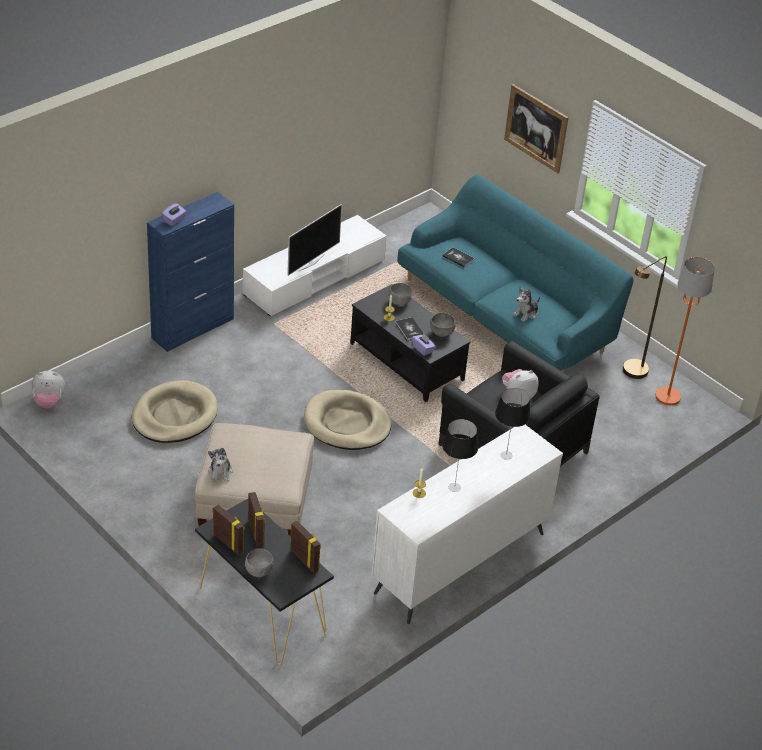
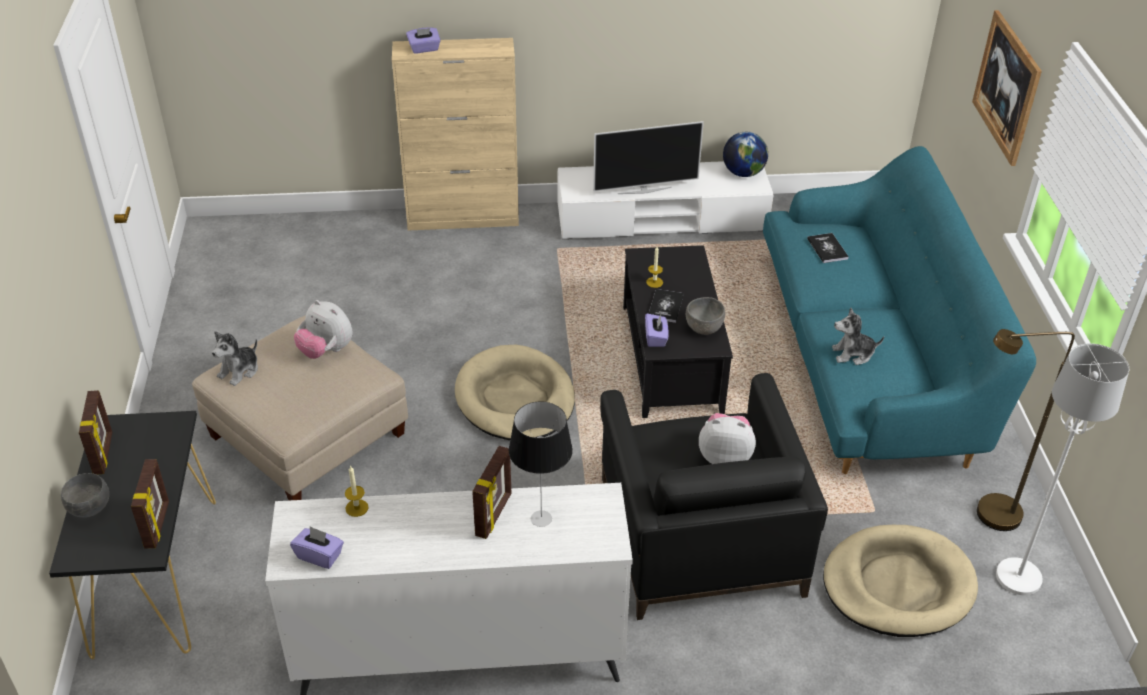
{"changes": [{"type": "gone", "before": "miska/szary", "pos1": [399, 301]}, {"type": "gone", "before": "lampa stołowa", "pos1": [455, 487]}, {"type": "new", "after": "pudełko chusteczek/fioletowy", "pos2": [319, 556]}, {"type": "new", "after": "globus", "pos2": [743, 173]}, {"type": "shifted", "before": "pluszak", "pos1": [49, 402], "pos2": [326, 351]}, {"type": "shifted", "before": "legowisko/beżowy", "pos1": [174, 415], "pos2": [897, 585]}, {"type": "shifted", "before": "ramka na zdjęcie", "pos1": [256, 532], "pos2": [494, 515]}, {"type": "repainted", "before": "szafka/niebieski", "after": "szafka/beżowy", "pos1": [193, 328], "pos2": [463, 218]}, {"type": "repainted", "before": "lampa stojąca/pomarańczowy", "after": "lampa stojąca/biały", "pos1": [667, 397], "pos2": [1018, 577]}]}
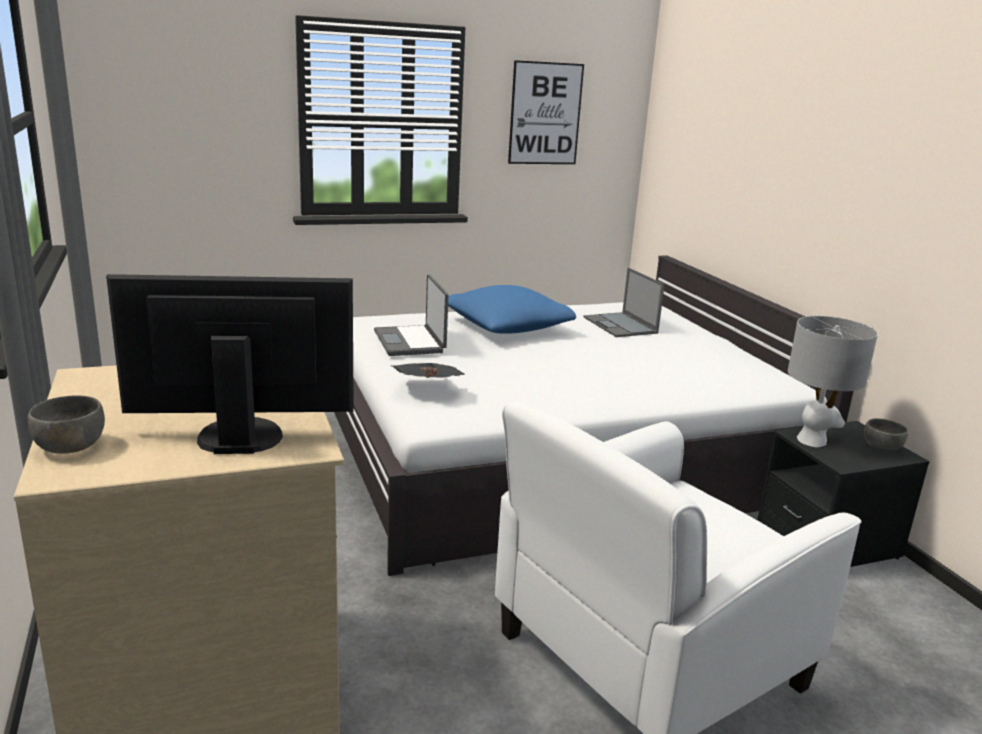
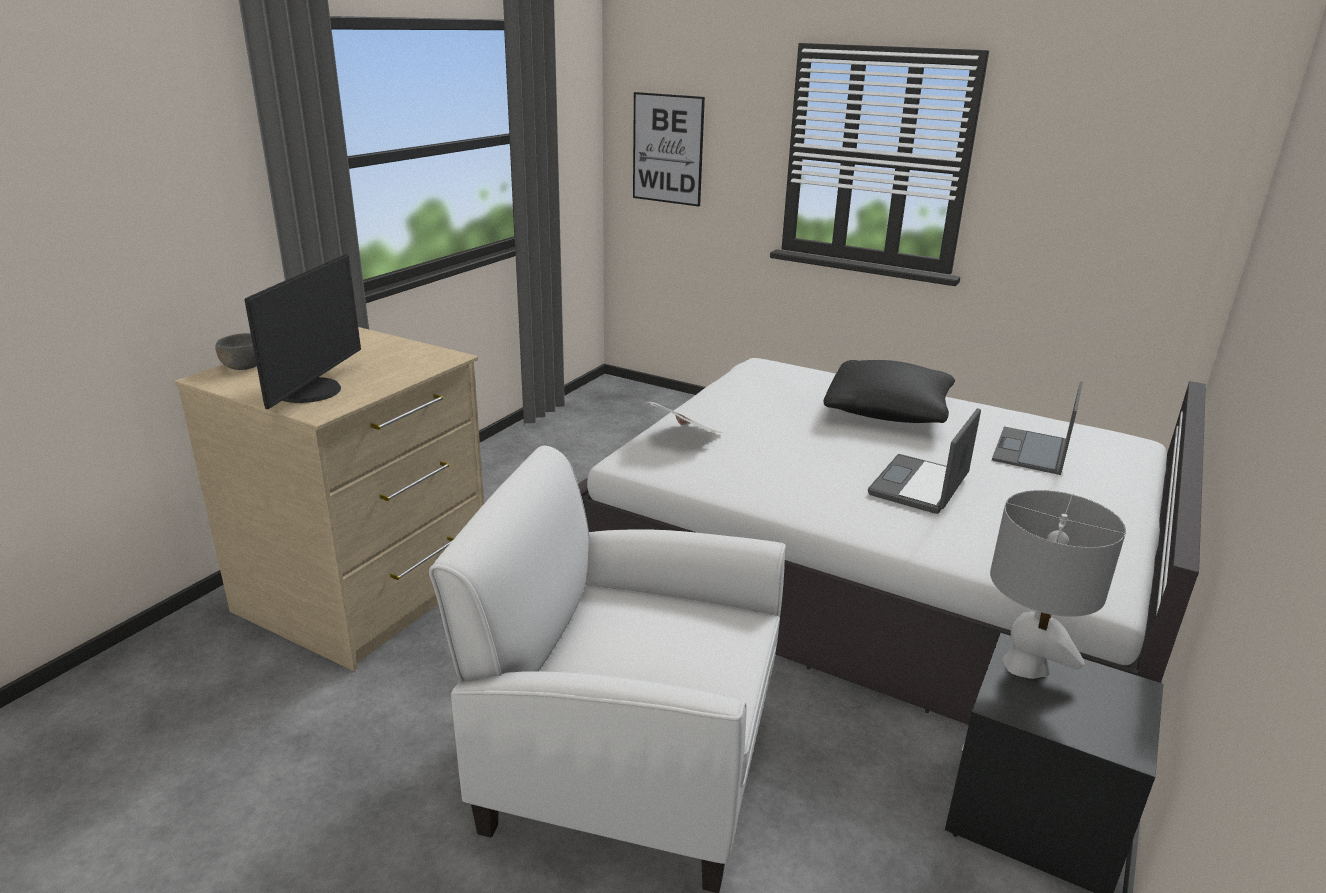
{"changes": [{"type": "gone", "before": "miska/szary", "pos1": [882, 447]}, {"type": "shifted", "before": "laptop", "pos1": [411, 342], "pos2": [920, 486]}, {"type": "shifted", "before": "obraz", "pos1": [545, 114], "pos2": [667, 149]}, {"type": "repainted", "before": "poduszka/niebieski", "after": "poduszka/czarny", "pos1": [507, 327], "pos2": [888, 411]}, {"type": "rotated", "before": "monitor", "pos1": [240, 435], "pos2": [312, 391], "turn": 60}]}
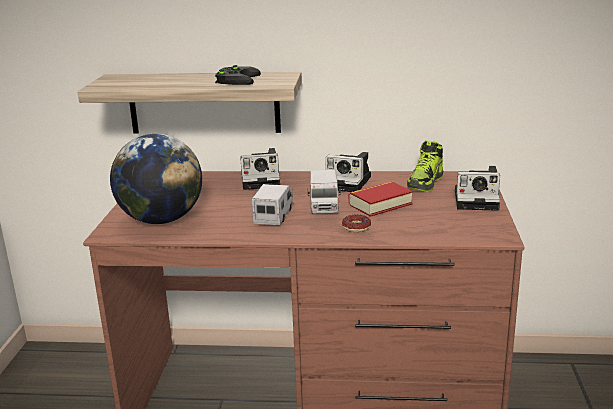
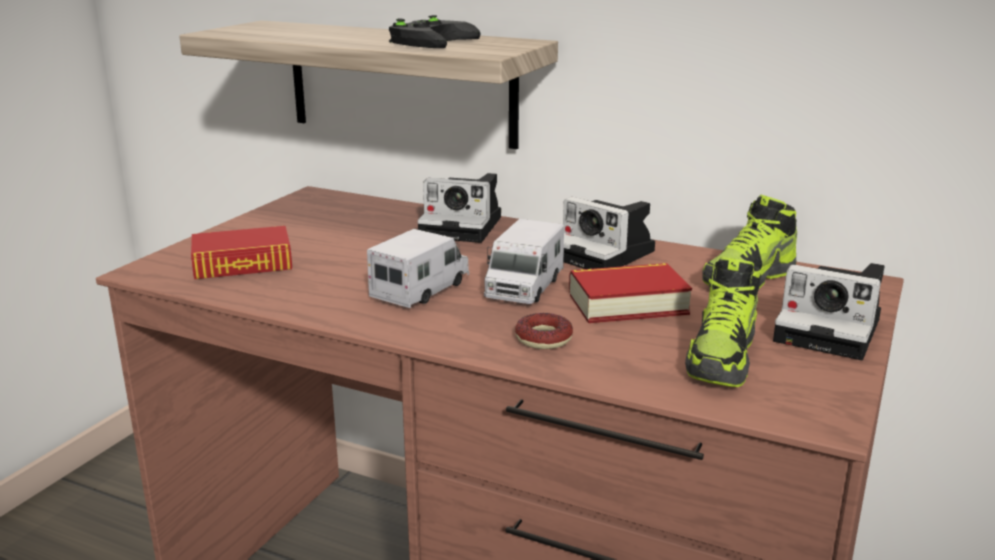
{"changes": [{"type": "new", "after": "but", "pos2": [722, 358]}, {"type": "swapped", "before": "globus", "after": "książka", "pos1": [161, 220], "pos2": [243, 264]}]}
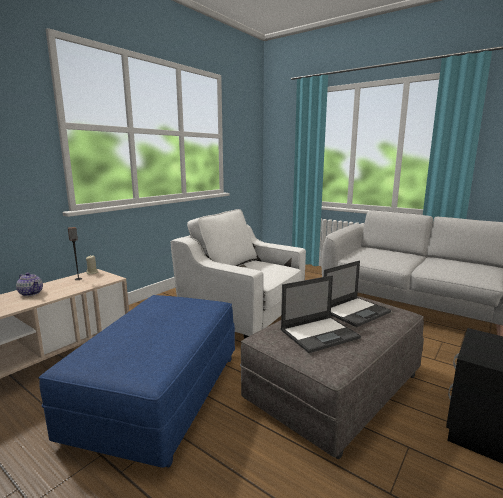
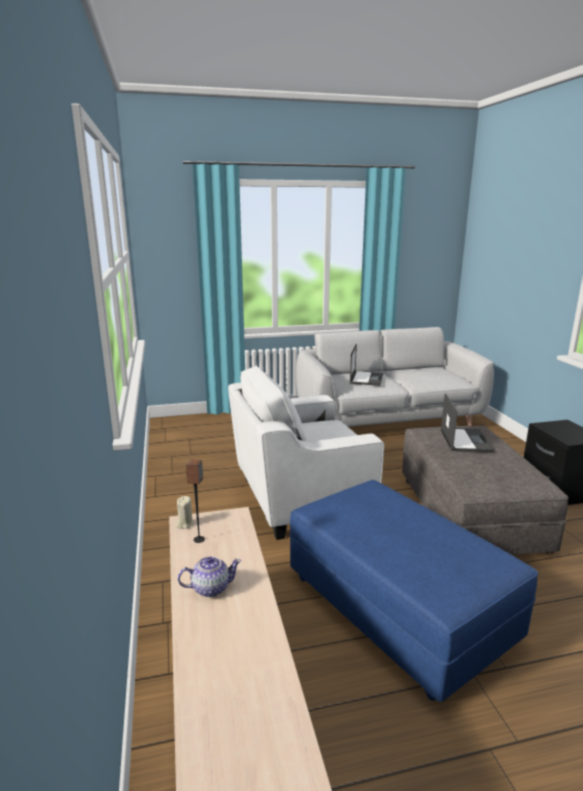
{"changes": [{"type": "shifted", "before": "laptop", "pos1": [320, 333], "pos2": [366, 378]}]}
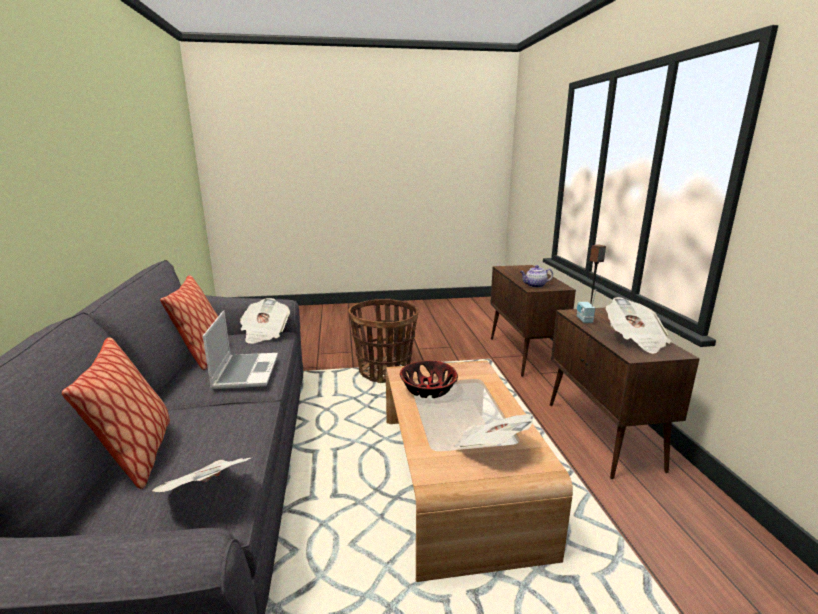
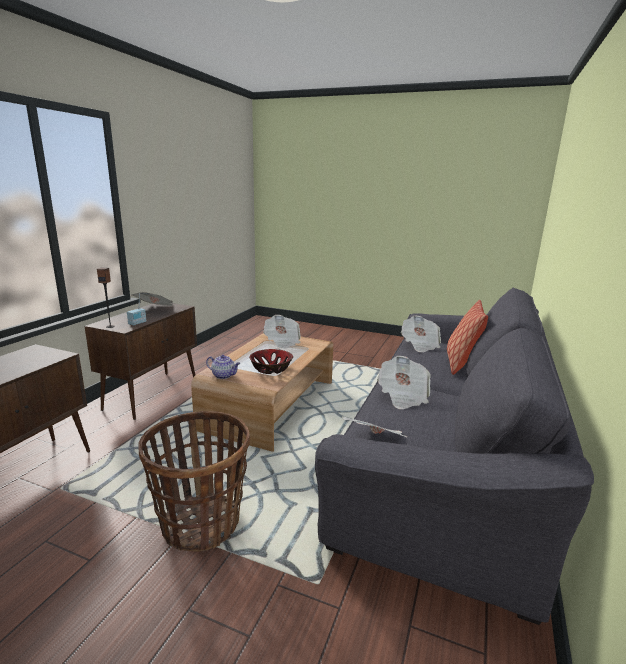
{"changes": [{"type": "gone", "before": "poduszka", "pos1": [203, 355]}, {"type": "shifted", "before": "imbryk", "pos1": [535, 285], "pos2": [224, 376]}, {"type": "swapped", "before": "laptop", "after": "gazeta", "pos1": [245, 372], "pos2": [402, 396]}]}
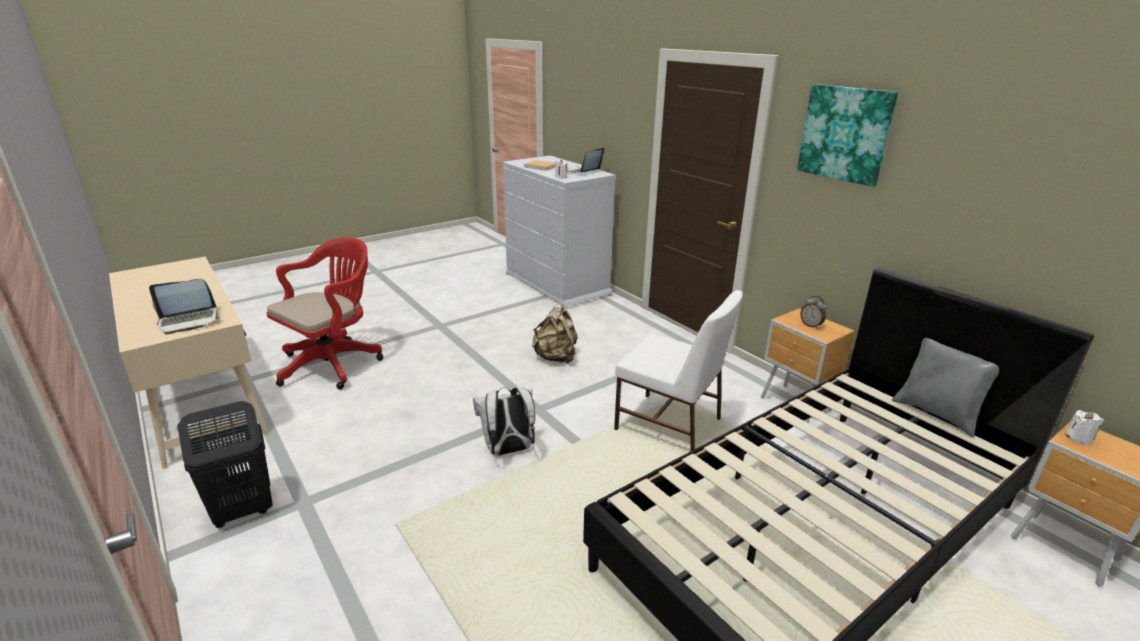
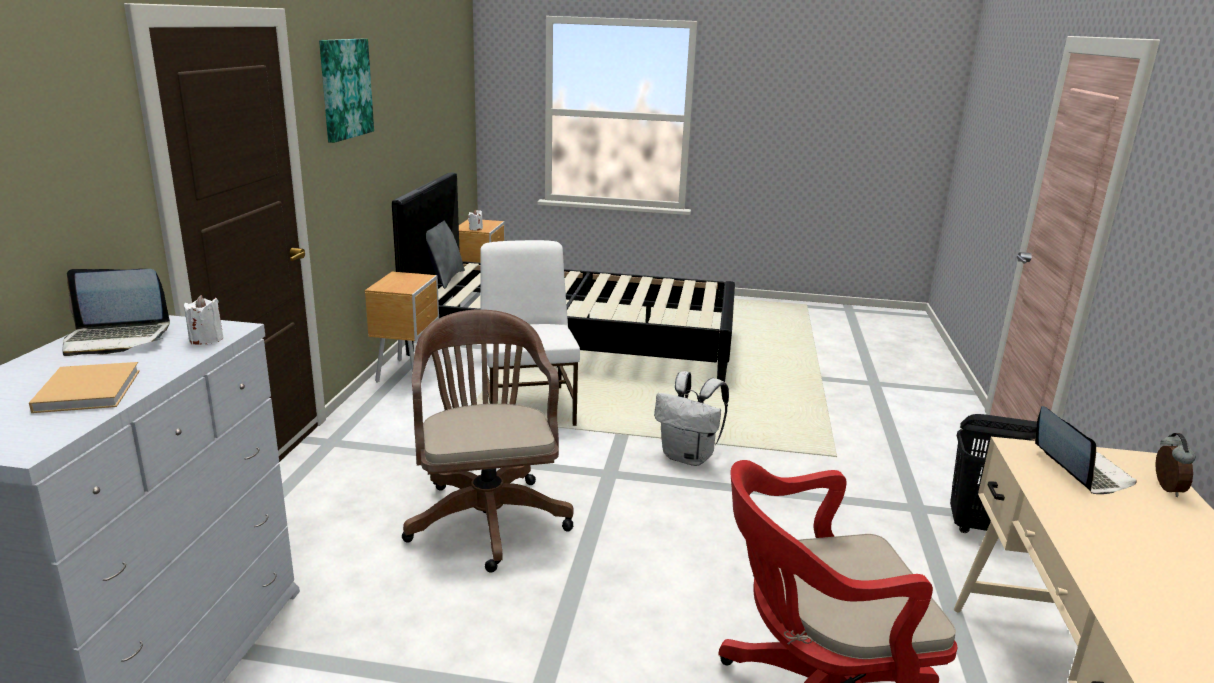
{"changes": [{"type": "shifted", "before": "budzik", "pos1": [811, 325], "pos2": [1165, 489]}, {"type": "swapped", "before": "plecak/beżowy", "after": "krzesło biurowe/brązowy", "pos1": [556, 357], "pos2": [487, 516]}, {"type": "rotated", "before": "laptop", "pos1": [189, 321], "pos2": [1079, 470], "turn": 60}]}
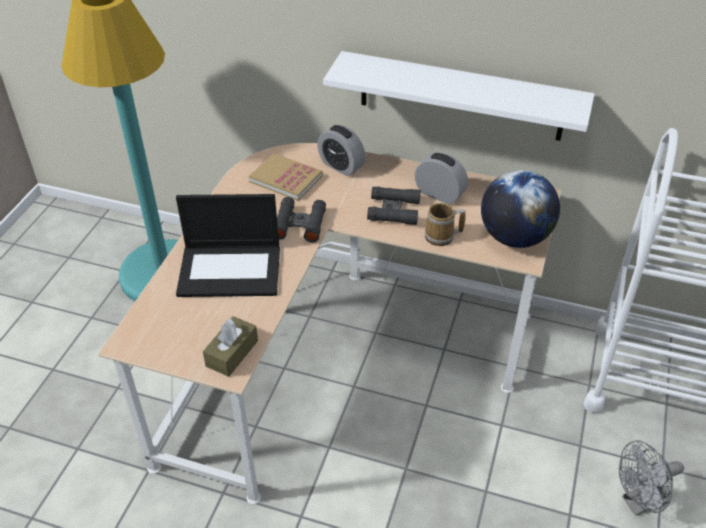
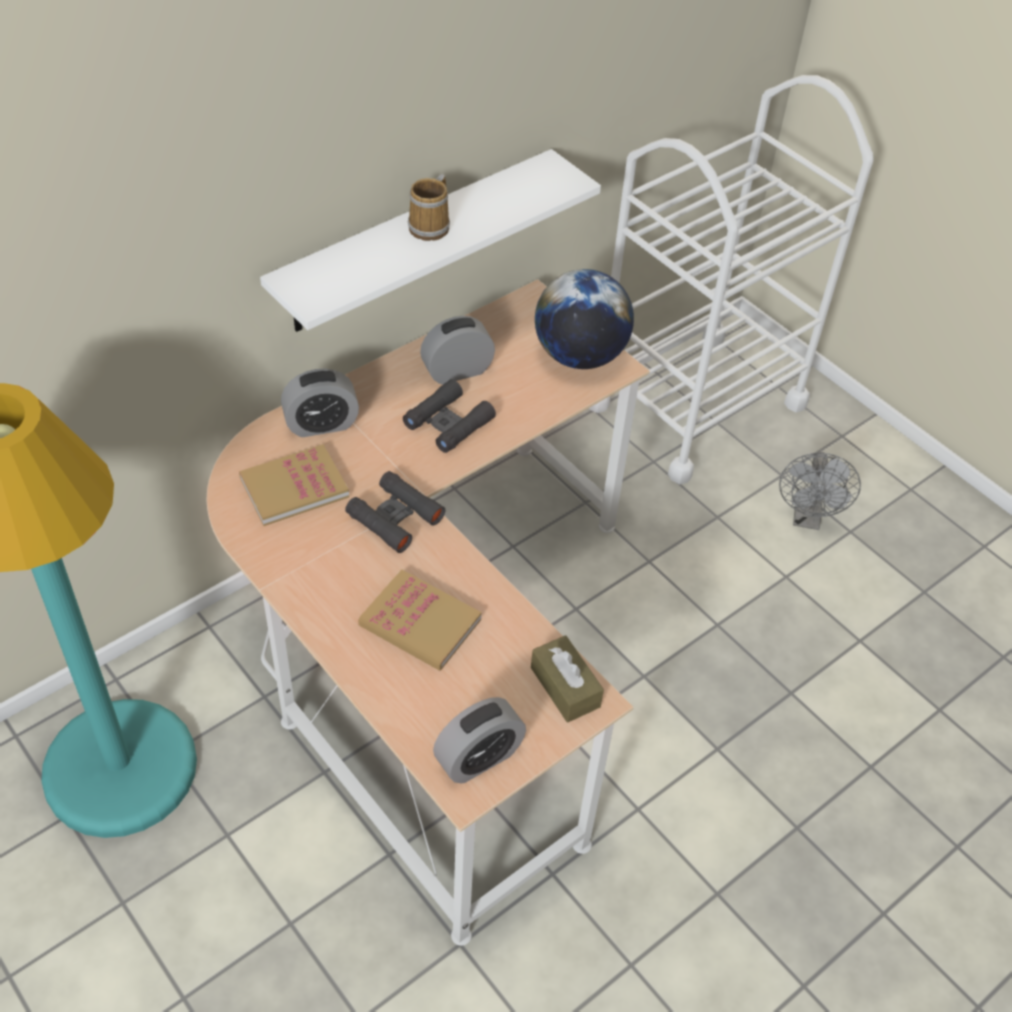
{"changes": [{"type": "new", "after": "budzik", "pos2": [478, 758]}, {"type": "shifted", "before": "kubek", "pos1": [441, 236], "pos2": [431, 226]}, {"type": "swapped", "before": "laptop", "after": "książka", "pos1": [231, 270], "pos2": [420, 623]}]}
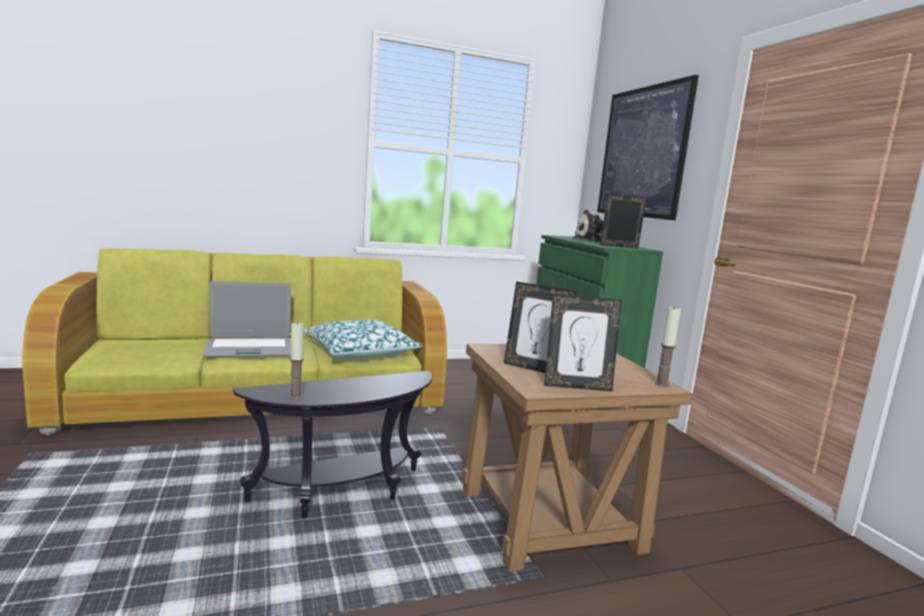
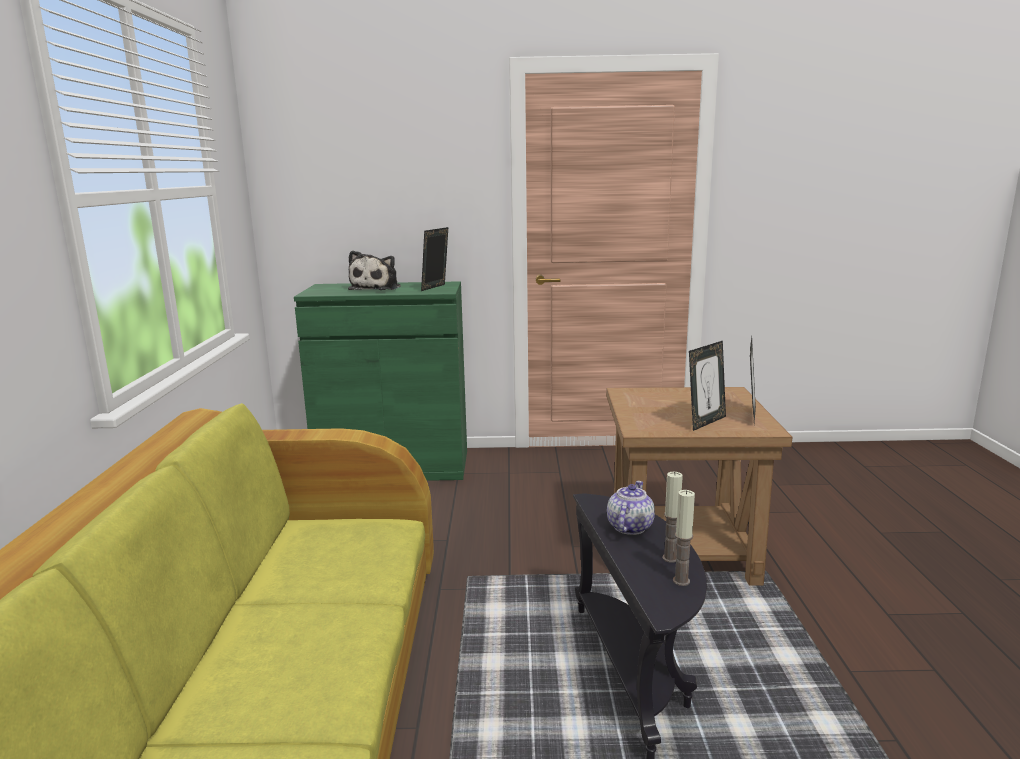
{"changes": [{"type": "gone", "before": "laptop", "pos1": [249, 349]}, {"type": "gone", "before": "poduszka", "pos1": [360, 352]}, {"type": "gone", "before": "obraz", "pos1": [642, 152]}, {"type": "new", "after": "imbryk", "pos2": [629, 526]}, {"type": "shifted", "before": "świeca", "pos1": [661, 384], "pos2": [670, 558]}]}
